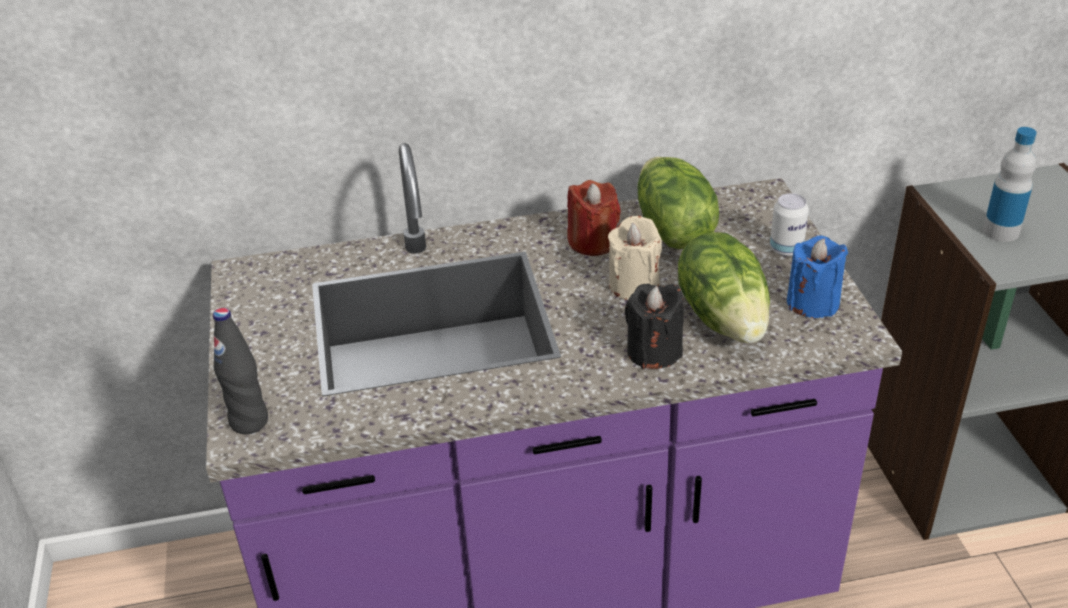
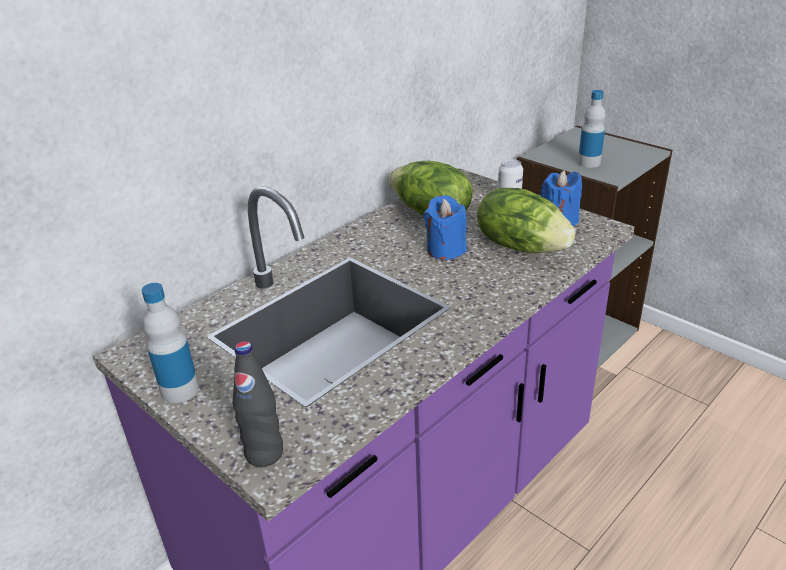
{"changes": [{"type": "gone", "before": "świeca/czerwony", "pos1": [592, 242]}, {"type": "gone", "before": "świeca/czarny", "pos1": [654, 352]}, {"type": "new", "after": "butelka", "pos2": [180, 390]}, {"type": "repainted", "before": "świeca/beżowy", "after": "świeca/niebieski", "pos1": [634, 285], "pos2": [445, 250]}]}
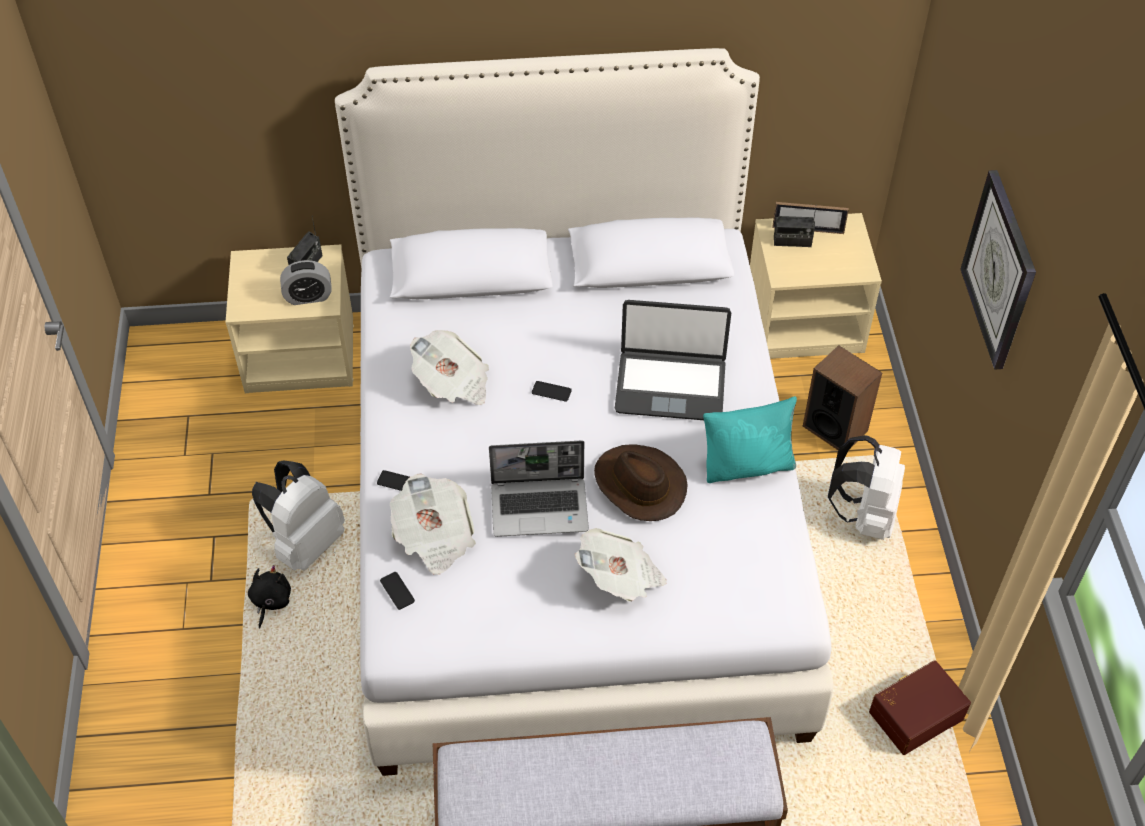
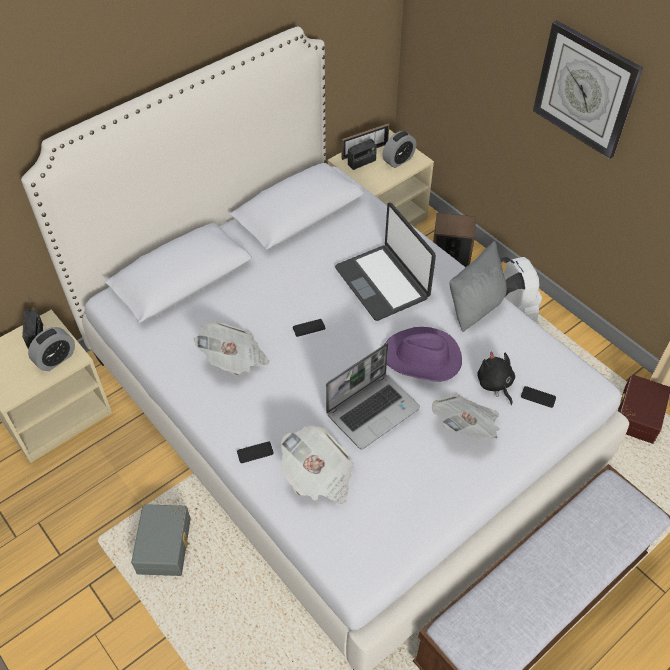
{"changes": [{"type": "new", "after": "budzik", "pos2": [398, 160]}, {"type": "shifted", "before": "pluszak/czarny", "pos1": [270, 601], "pos2": [495, 384]}, {"type": "shifted", "before": "telefon", "pos1": [397, 591], "pos2": [538, 397]}, {"type": "swapped", "before": "plecak/biały", "after": "pojemnik do przechowywania/szary", "pos1": [305, 543], "pos2": [166, 546]}, {"type": "repainted", "before": "kapelusz/brązowy", "after": "kapelusz/fioletowy", "pos1": [639, 485], "pos2": [422, 358]}, {"type": "repainted", "before": "poduszka/turkusowy", "after": "poduszka/szary", "pos1": [748, 465], "pos2": [476, 307]}, {"type": "rotated", "before": "laptop", "pos1": [670, 386], "pos2": [383, 283], "turn": 90}]}
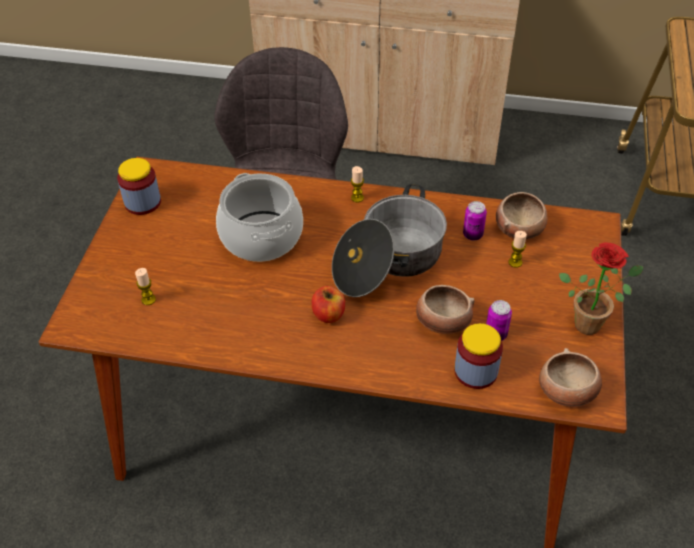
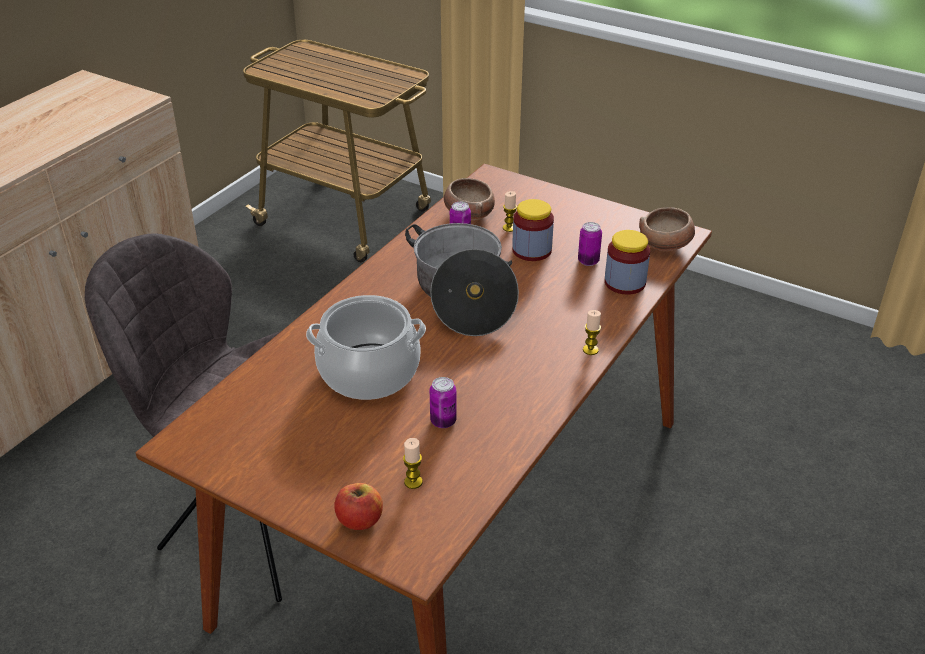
{"changes": [{"type": "gone", "before": "miska", "pos1": [442, 322]}, {"type": "gone", "before": "roślina doniczkowa", "pos1": [591, 322]}, {"type": "new", "after": "puszka", "pos2": [443, 421]}, {"type": "shifted", "before": "słoik", "pos1": [143, 202], "pos2": [532, 250]}, {"type": "shifted", "before": "jabłko", "pos1": [329, 314], "pos2": [360, 520]}, {"type": "shifted", "before": "świeca", "pos1": [357, 198], "pos2": [590, 350]}]}
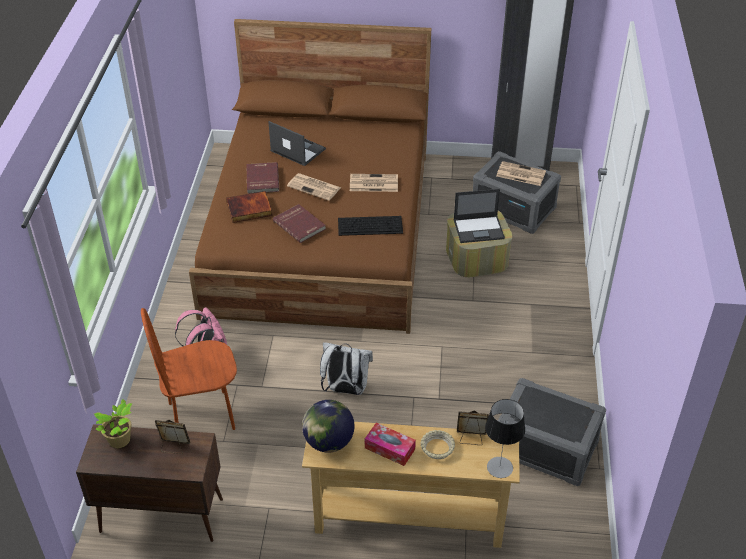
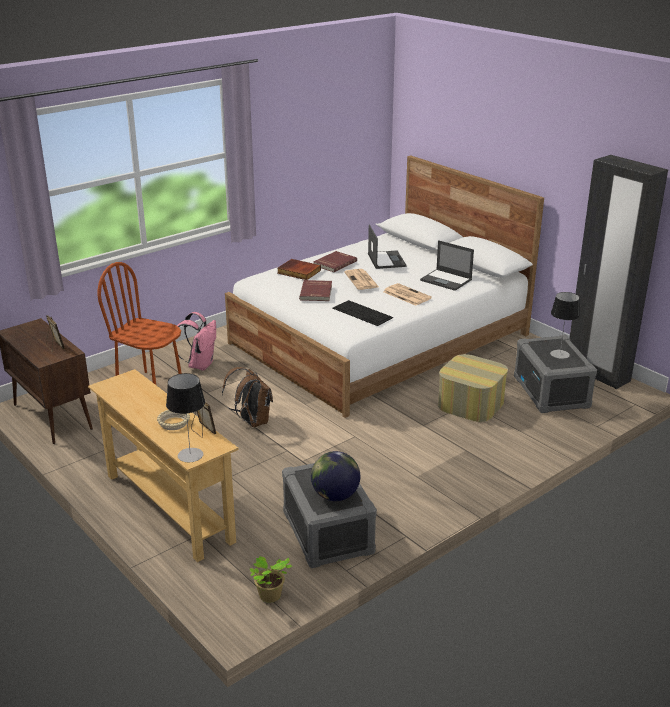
{"changes": [{"type": "gone", "before": "pudełko chusteczek", "pos1": [389, 448]}, {"type": "shifted", "before": "roślina doniczkowa", "pos1": [120, 441], "pos2": [270, 596]}, {"type": "shifted", "before": "globus", "pos1": [328, 442], "pos2": [335, 495]}, {"type": "shifted", "before": "laptop", "pos1": [479, 229], "pos2": [446, 280]}, {"type": "swapped", "before": "gazeta", "after": "lampa stołowa", "pos1": [520, 174], "pos2": [560, 354]}, {"type": "repainted", "before": "łóżko/brązowy", "after": "łóżko/biały", "pos1": [322, 231], "pos2": [380, 339]}, {"type": "repainted", "before": "plecak/biały", "after": "plecak/brązowy", "pos1": [345, 389], "pos2": [251, 421]}]}
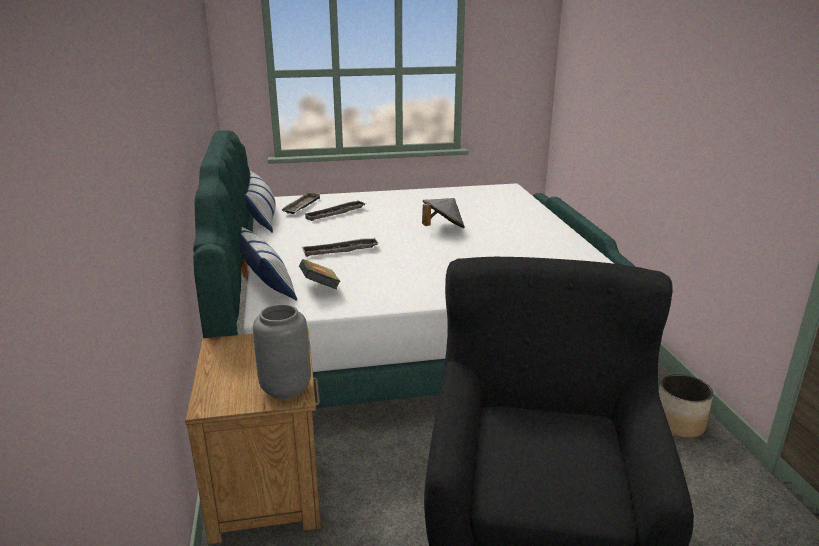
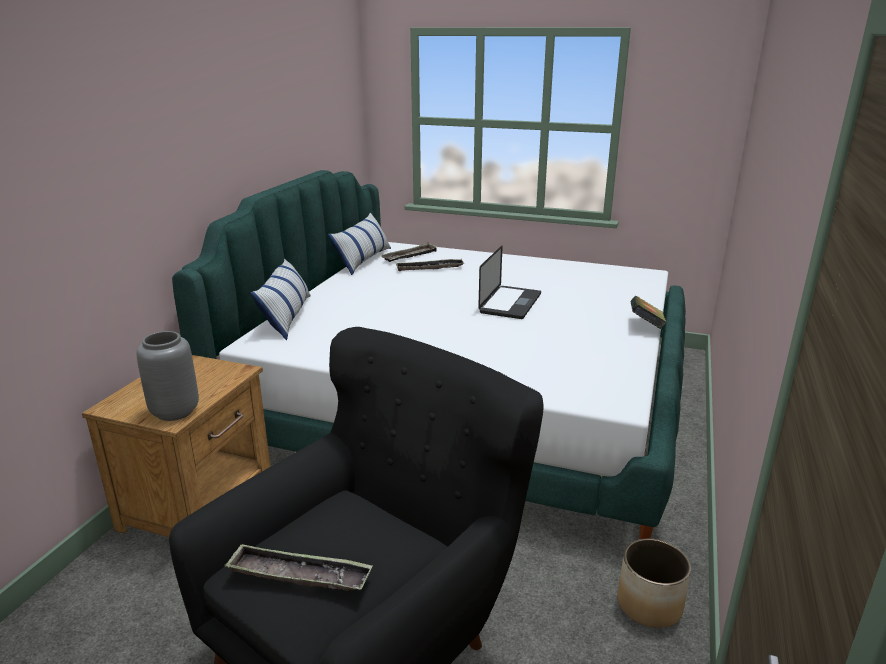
{"changes": [{"type": "shifted", "before": "książka", "pos1": [320, 288], "pos2": [645, 326]}, {"type": "shifted", "before": "taca", "pos1": [340, 251], "pos2": [299, 575]}, {"type": "swapped", "before": "kapelusz/szary", "after": "laptop", "pos1": [442, 229], "pos2": [510, 303]}]}
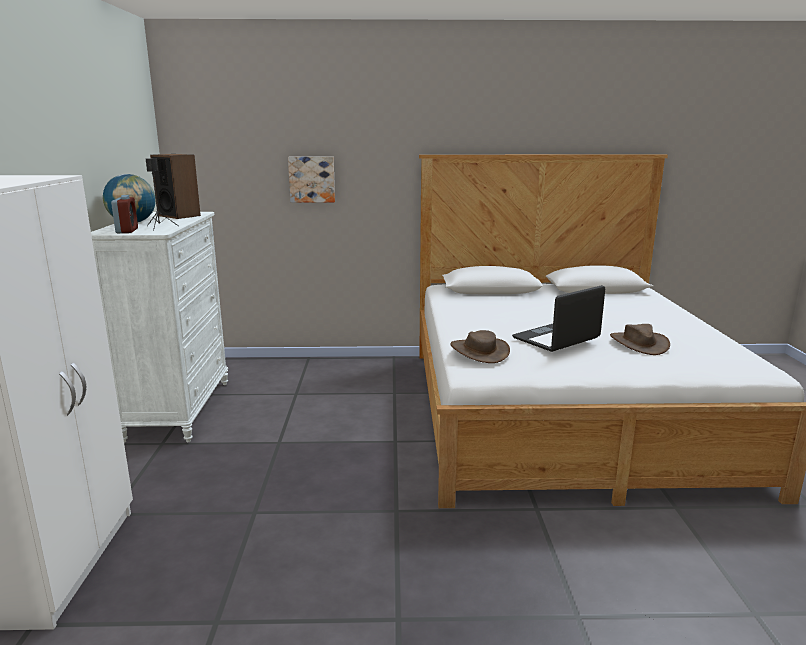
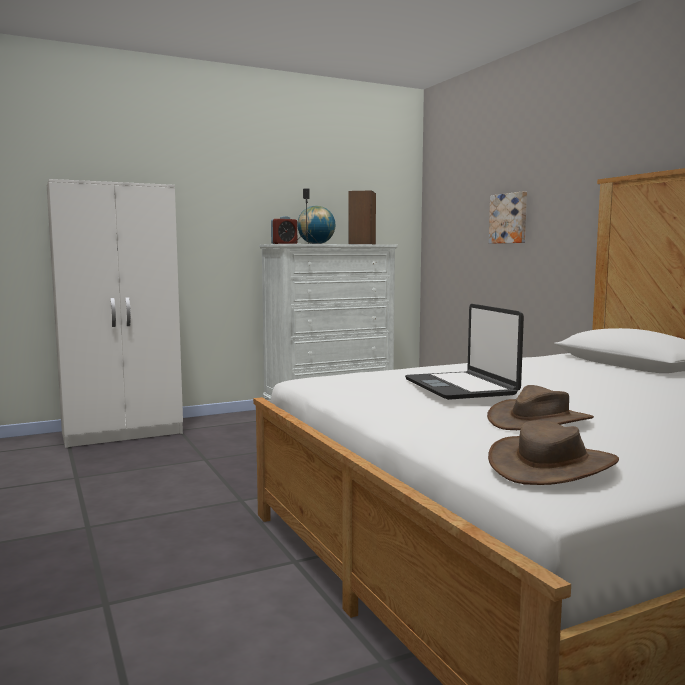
{"changes": [{"type": "shifted", "before": "kapelusz/brązowy", "pos1": [479, 351], "pos2": [553, 465]}, {"type": "rotated", "before": "laptop", "pos1": [557, 339], "pos2": [461, 387], "turn": -135}]}
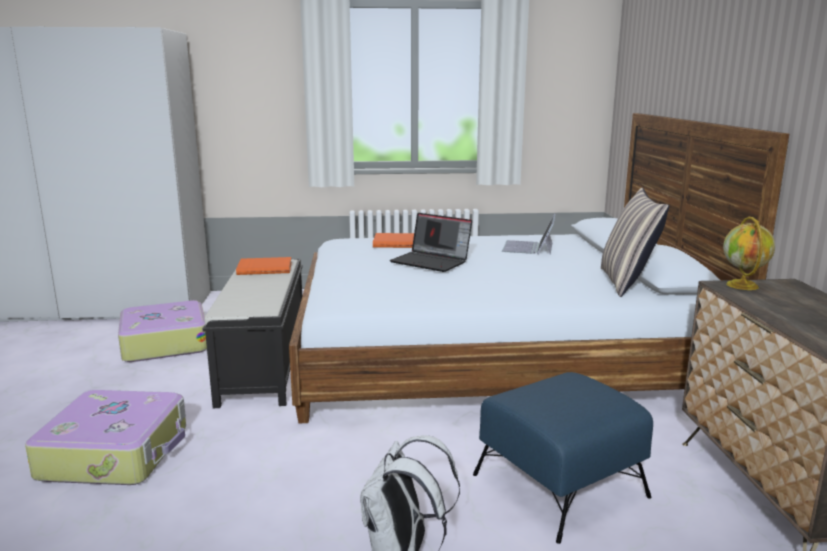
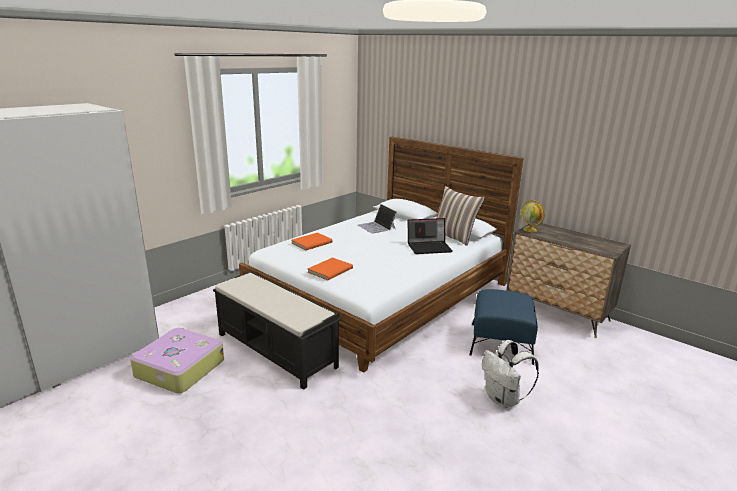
{"changes": [{"type": "gone", "before": "walizka", "pos1": [117, 452]}, {"type": "shifted", "before": "książka/pomarańczowy", "pos1": [265, 268], "pos2": [329, 270]}, {"type": "shifted", "before": "laptop", "pos1": [432, 261], "pos2": [429, 247]}]}
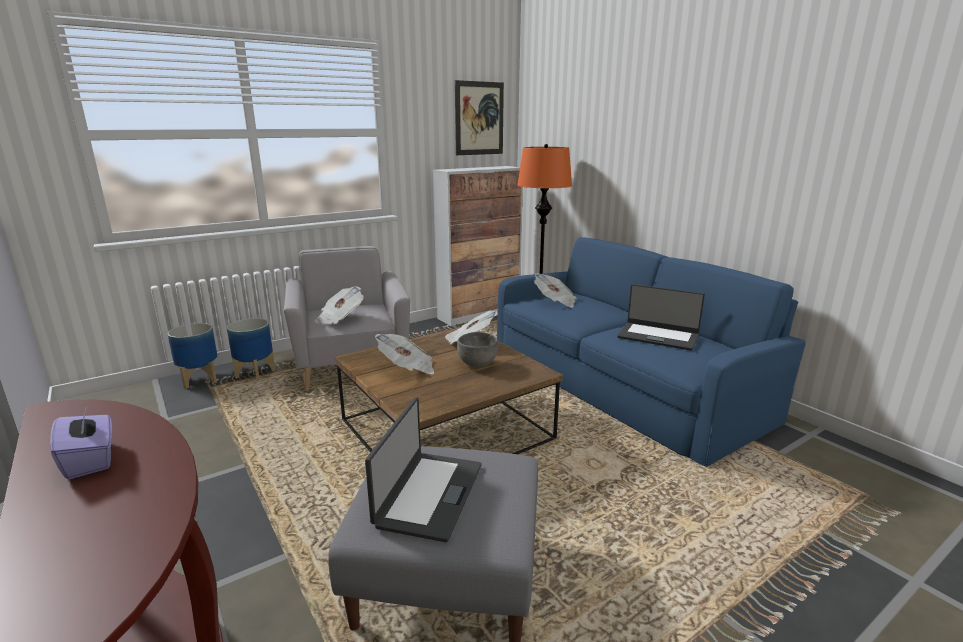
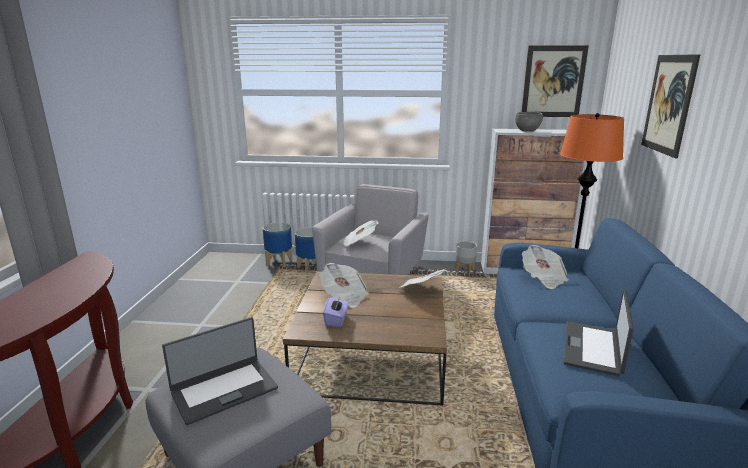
{"changes": [{"type": "new", "after": "donica/szary", "pos2": [464, 270]}, {"type": "new", "after": "obraz", "pos2": [668, 104]}, {"type": "shifted", "before": "pudełko chusteczek/fioletowy", "pos1": [90, 460], "pos2": [336, 320]}, {"type": "shifted", "before": "miska/szary", "pos1": [477, 364], "pos2": [527, 131]}, {"type": "rotated", "before": "laptop", "pos1": [658, 336], "pos2": [593, 348], "turn": 45}]}
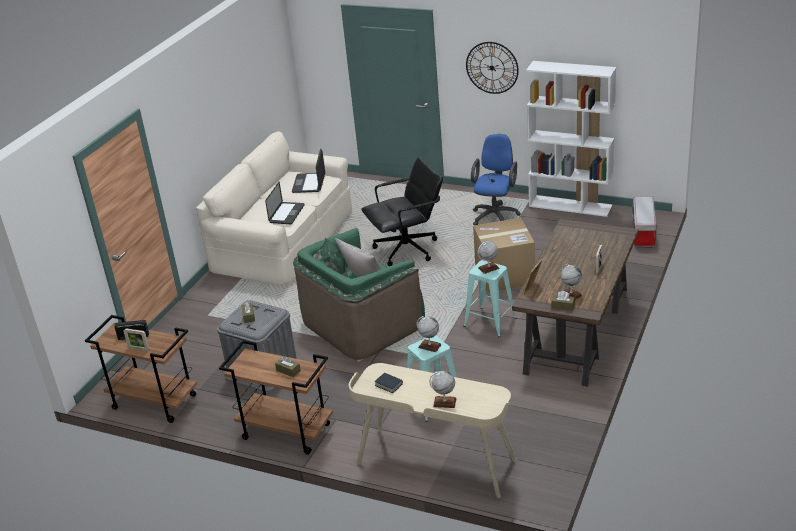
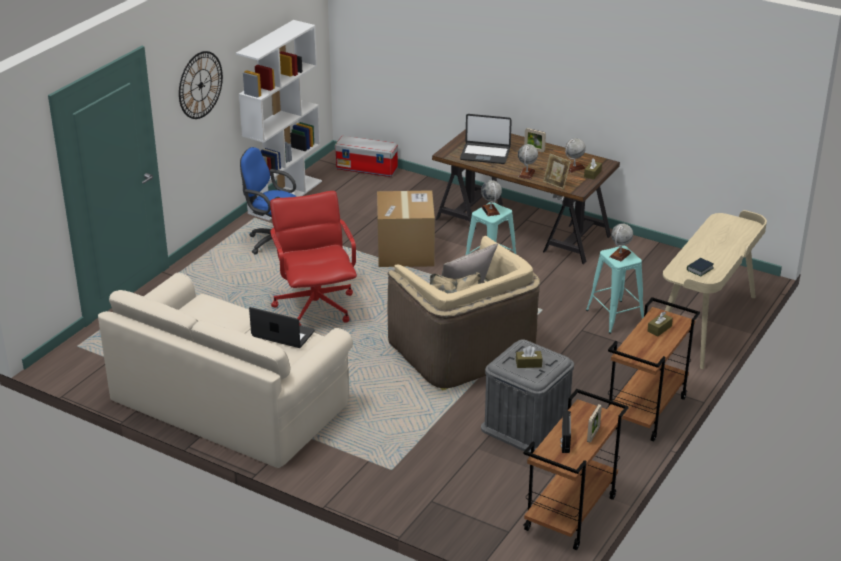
{"changes": [{"type": "shifted", "before": "laptop", "pos1": [309, 183], "pos2": [485, 154]}, {"type": "shifted", "before": "globus", "pos1": [444, 402], "pos2": [526, 174]}, {"type": "repainted", "before": "fotel/zielony", "after": "fotel/beżowy", "pos1": [363, 324], "pos2": [461, 349]}, {"type": "repainted", "before": "krzesło biurowe/czarny", "after": "krzesło biurowe/czerwony", "pos1": [407, 249], "pos2": [316, 307]}]}
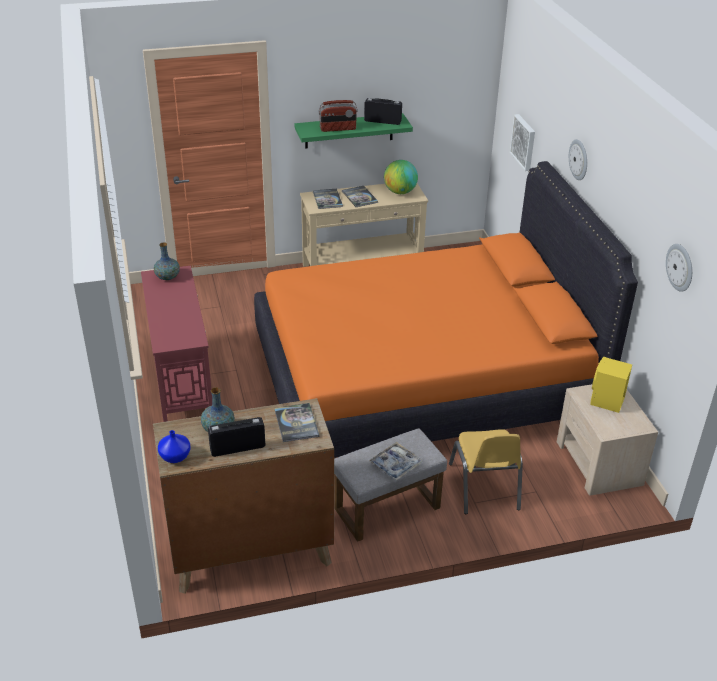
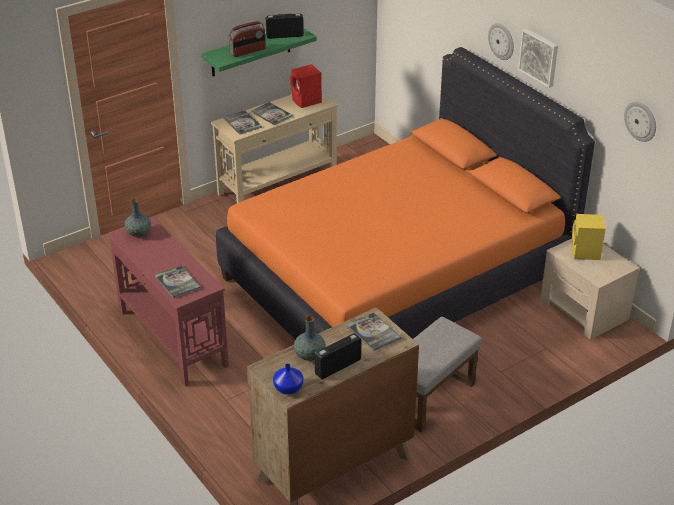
{"changes": [{"type": "gone", "before": "taca", "pos1": [395, 465]}, {"type": "gone", "before": "krzesło/żółty", "pos1": [484, 486]}, {"type": "new", "after": "książka", "pos2": [177, 282]}, {"type": "shifted", "before": "obraz", "pos1": [524, 142], "pos2": [539, 57]}, {"type": "swapped", "before": "globus", "after": "głośnik/czerwony", "pos1": [400, 192], "pos2": [306, 101]}]}
